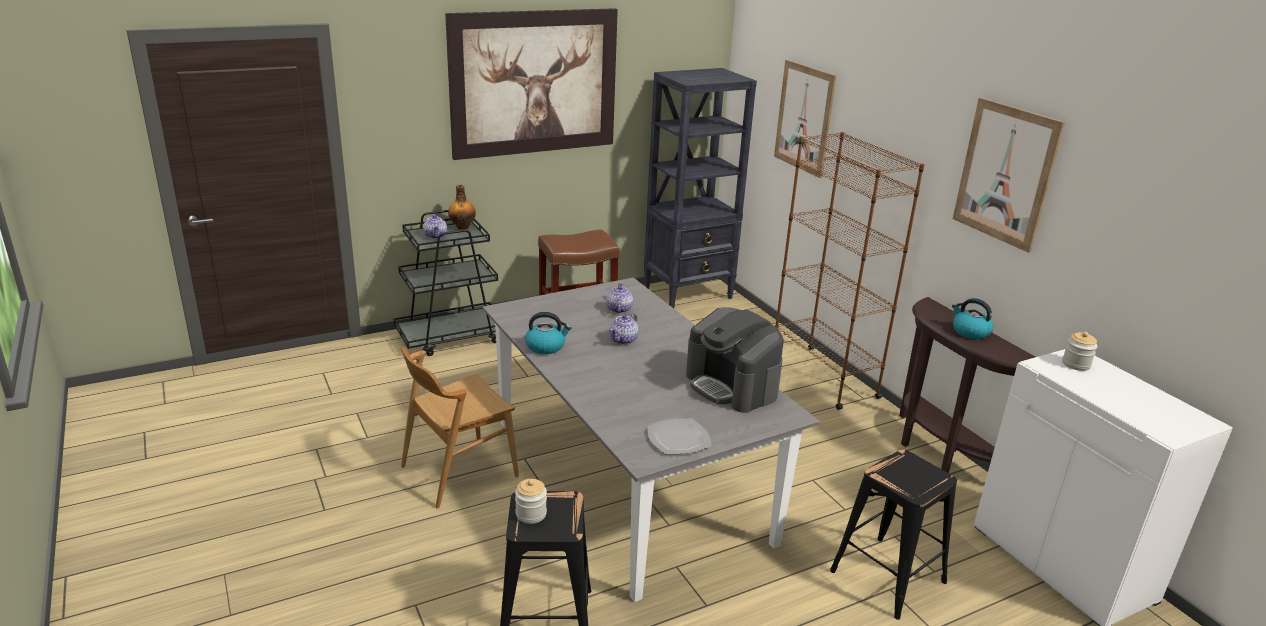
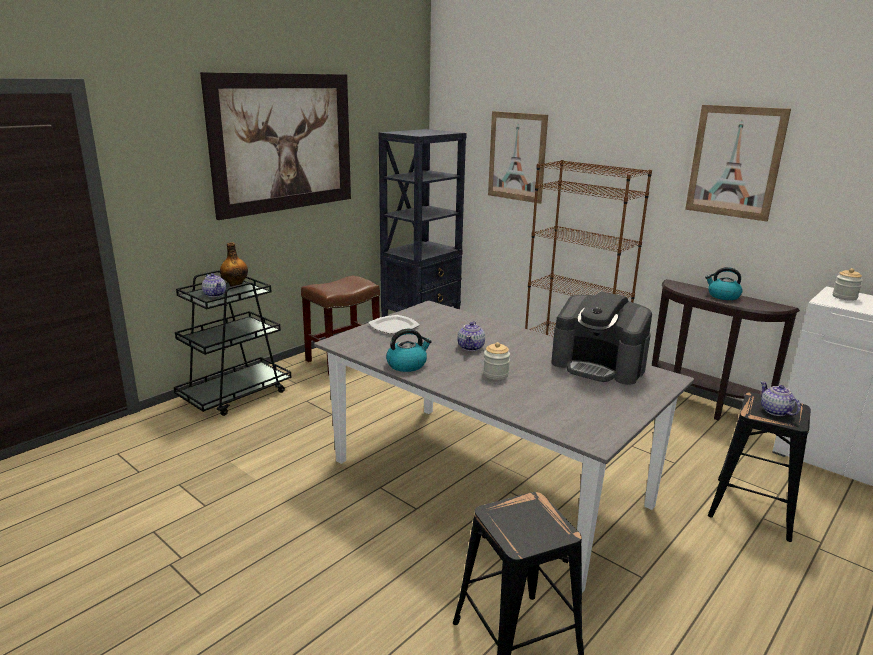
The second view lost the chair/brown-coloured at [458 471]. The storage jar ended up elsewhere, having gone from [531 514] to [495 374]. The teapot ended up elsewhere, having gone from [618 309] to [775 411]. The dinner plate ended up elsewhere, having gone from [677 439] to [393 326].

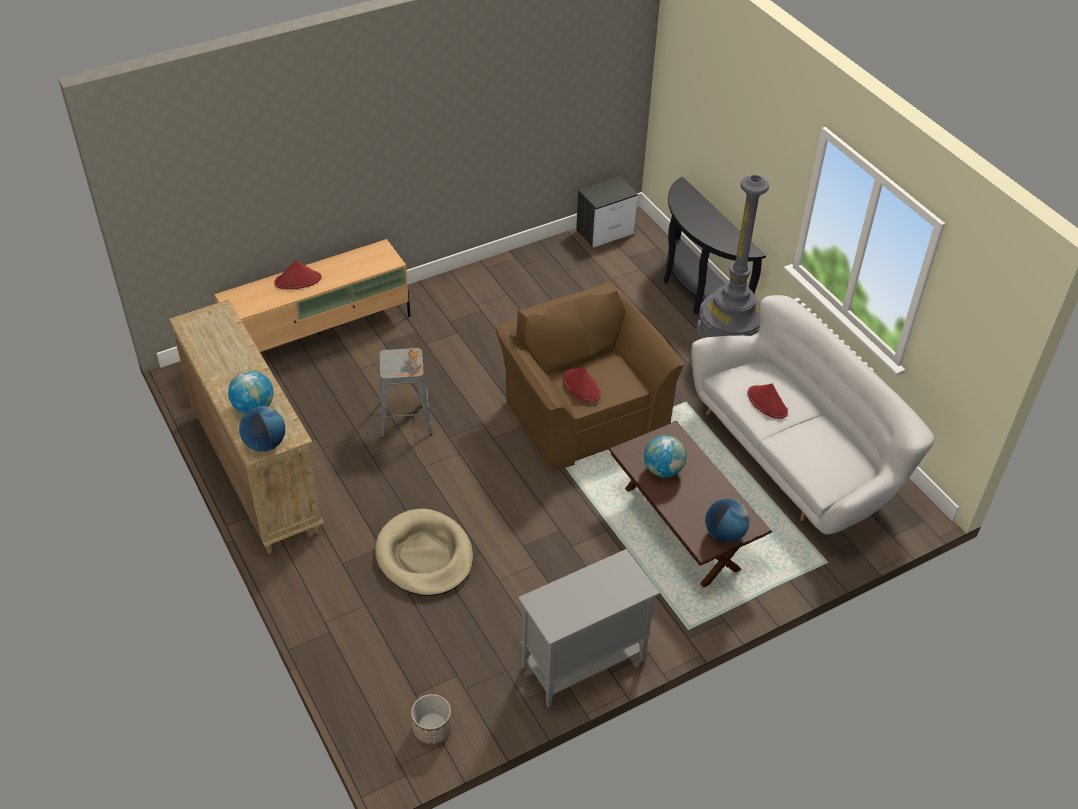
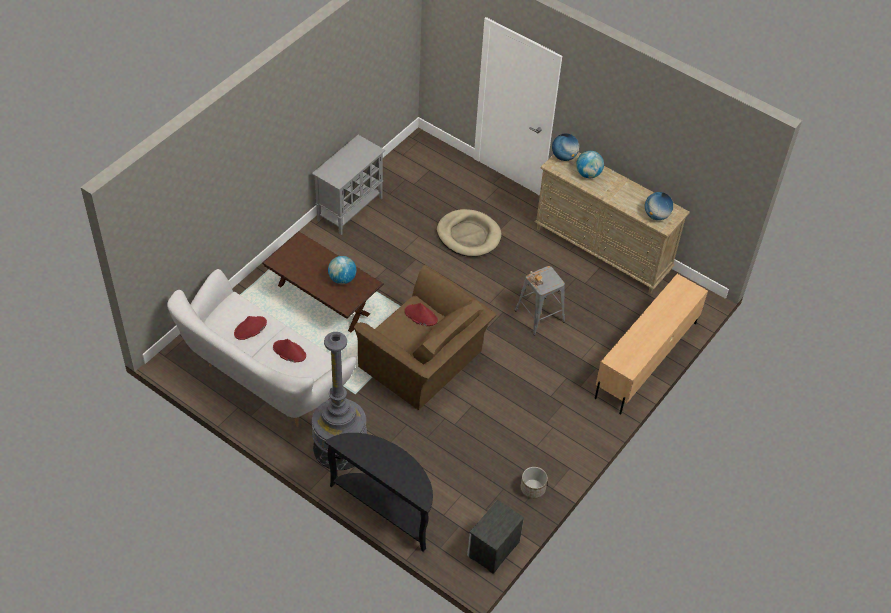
The hat/reddish ended up elsewhere, having gone from [298 280] to [250 328]. The flower pot ended up elsewhere, having gone from [432 728] to [532 488]. The globe ended up elsewhere, having gone from [724 534] to [656 215].

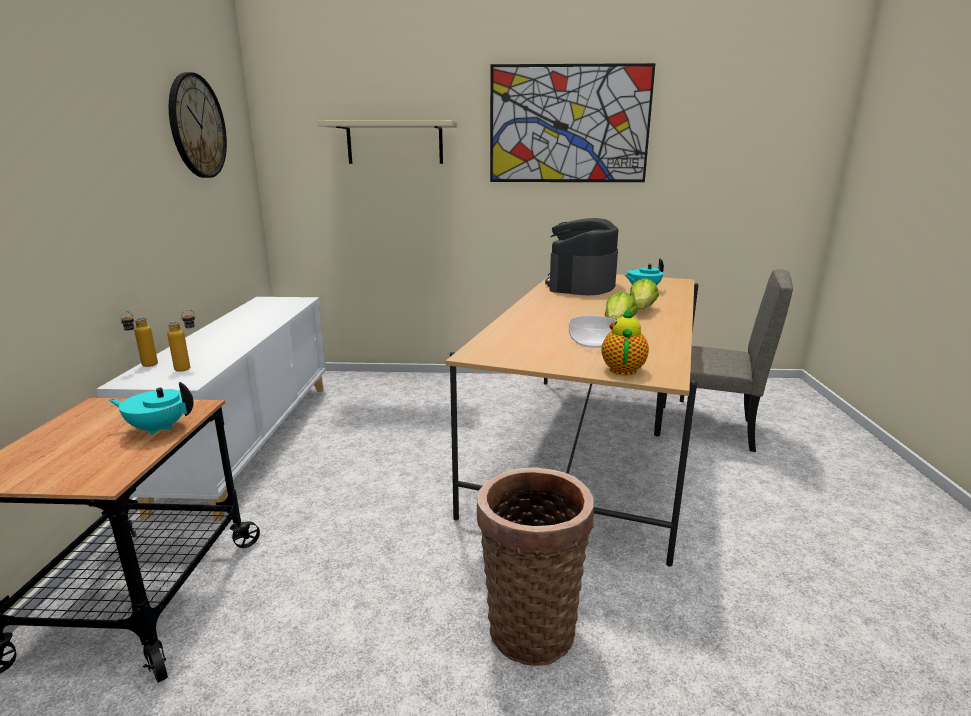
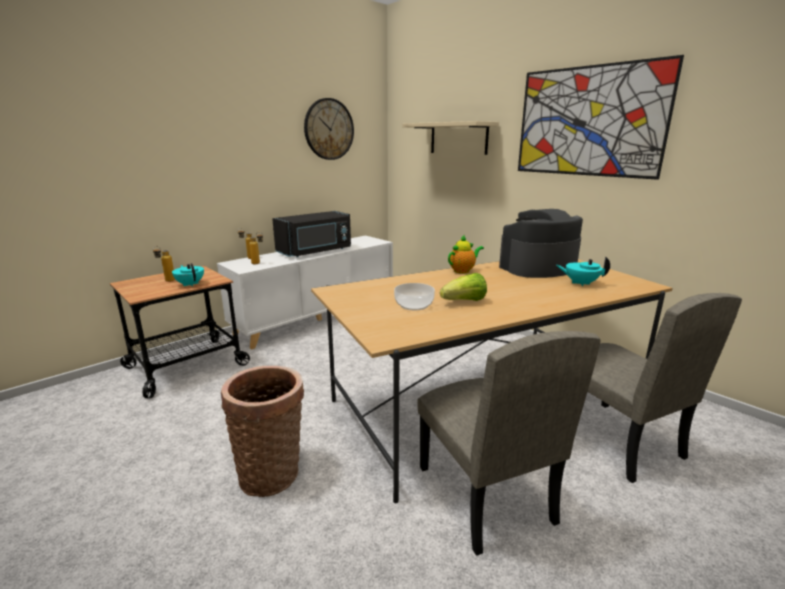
The teapot ended up elsewhere, having gone from [623 369] to [463 271]. The second view lost the lettuce at [641 310]. The second view gained the beverage bottle at [167 281]. The second view gained the microwave/black at [316 251]. The second view gained the chair/beige at [483 494].

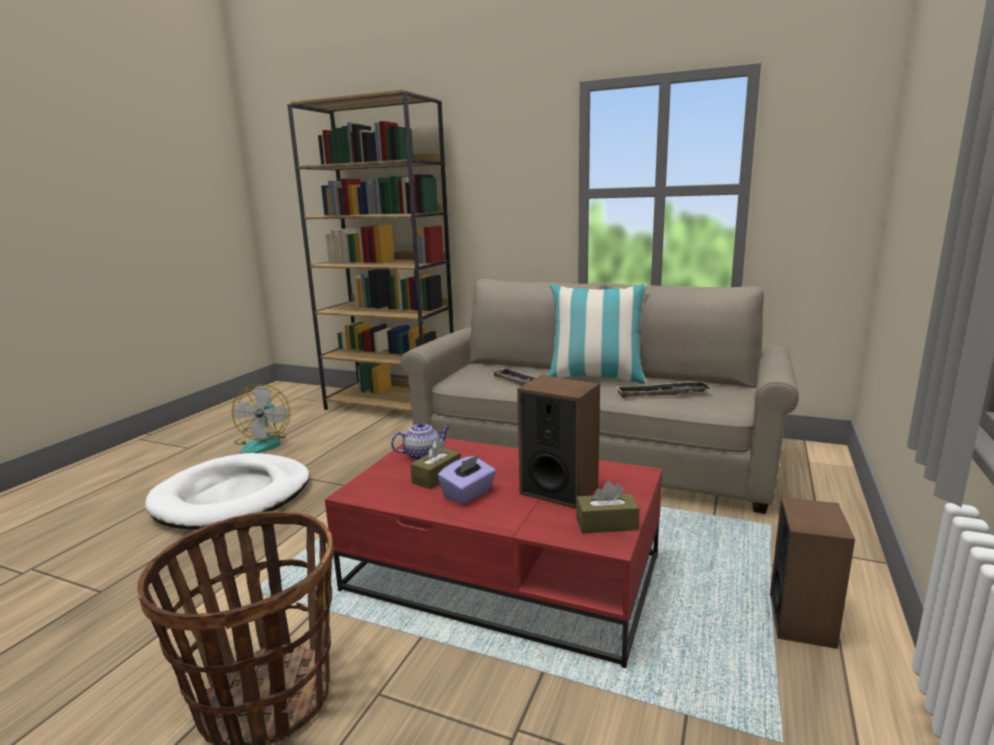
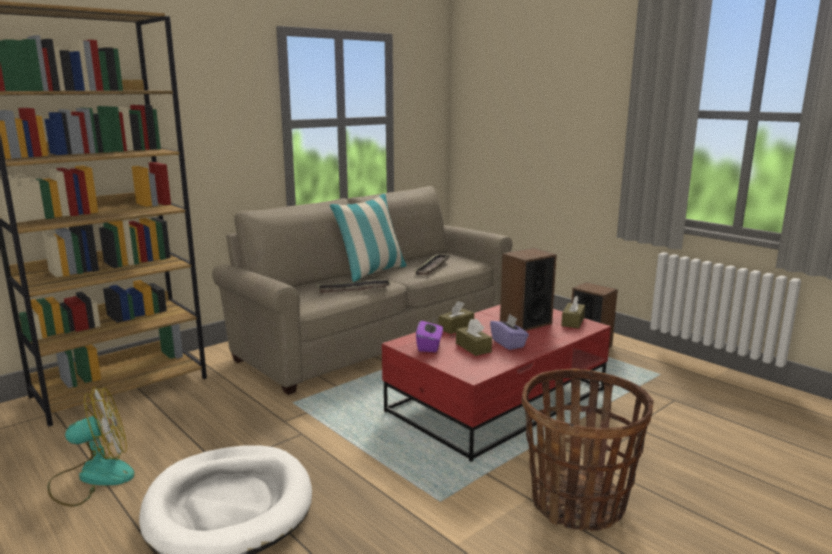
The fan at [264 443] ended up facing another way, 45 degrees counterclockwise from before. Where the teapot stood at [423 455], the tissue holder/purple came to stand at [429 346]. The second view gained the tissue holder/brown-coloured at [456 327].

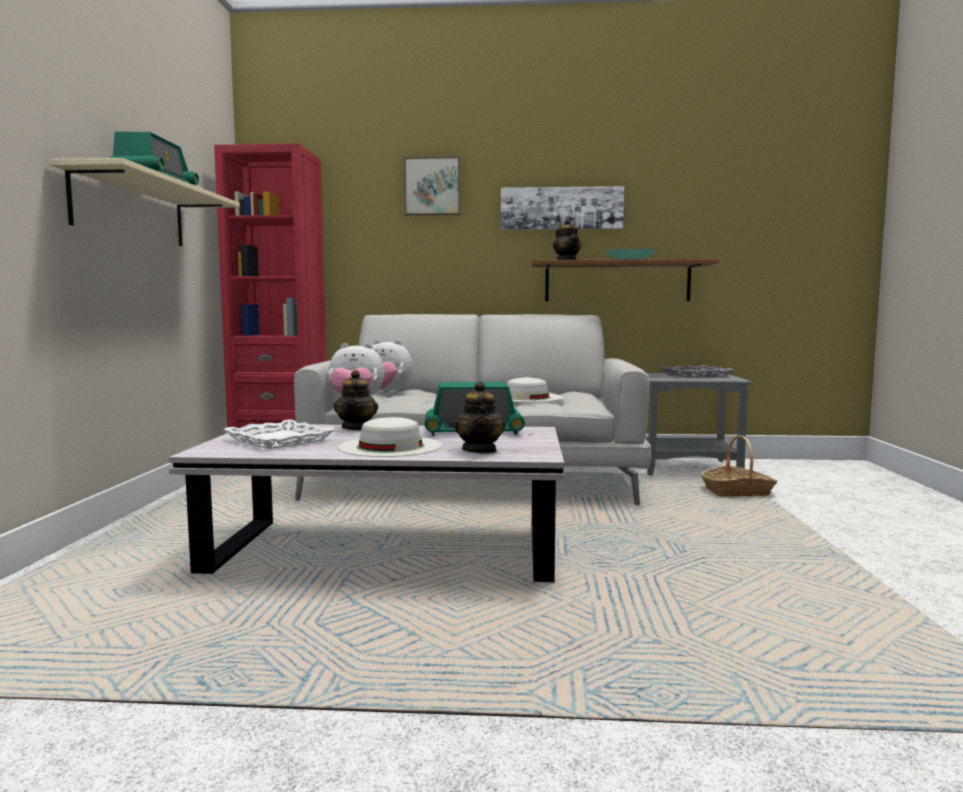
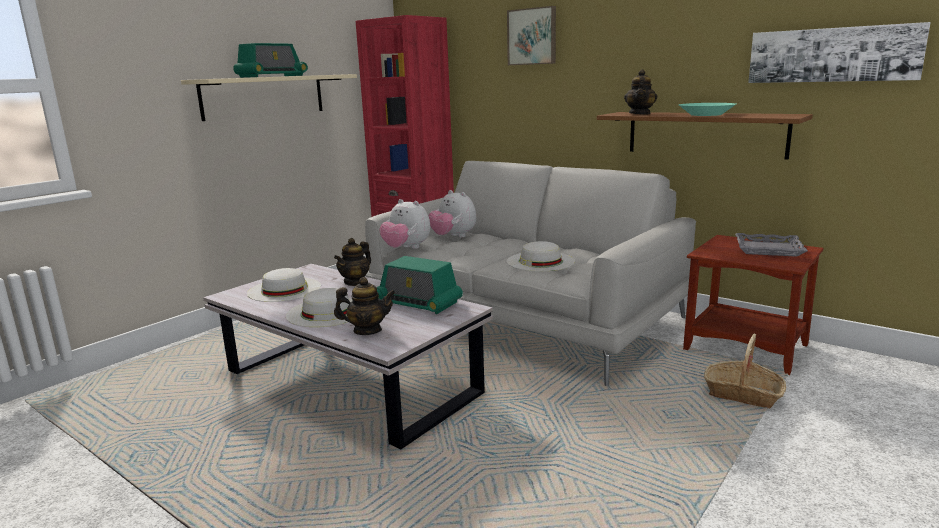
Where the tray/white stood at [278 440], the hat/white came to stand at [284 289]. The teapot at [480 450] ended up facing another way, 120 degrees counterclockwise from before. The picture ended up elsewhere, having gone from [561 208] to [832 55]. What was the side table/gray at [686 467] turned into the side table/brown-coloured at [746 347].

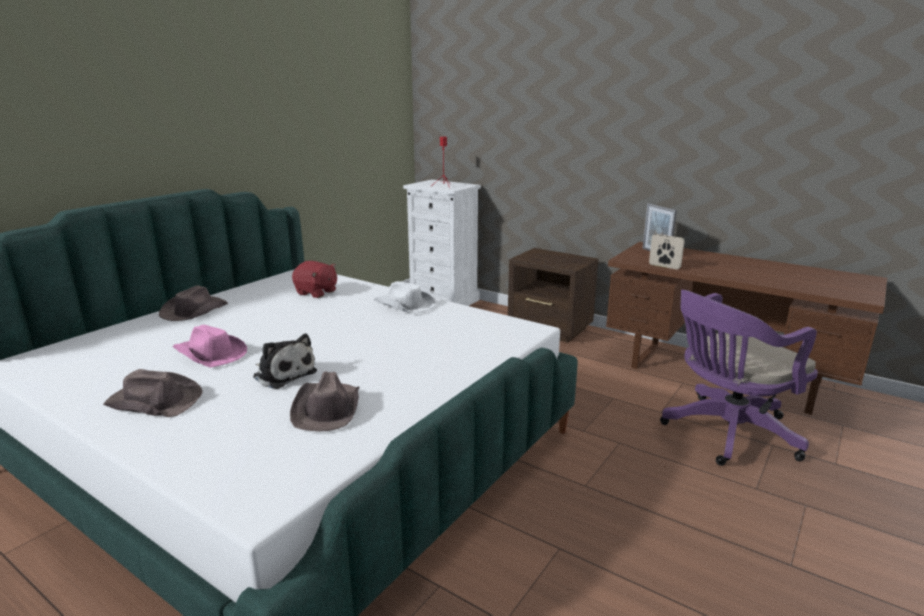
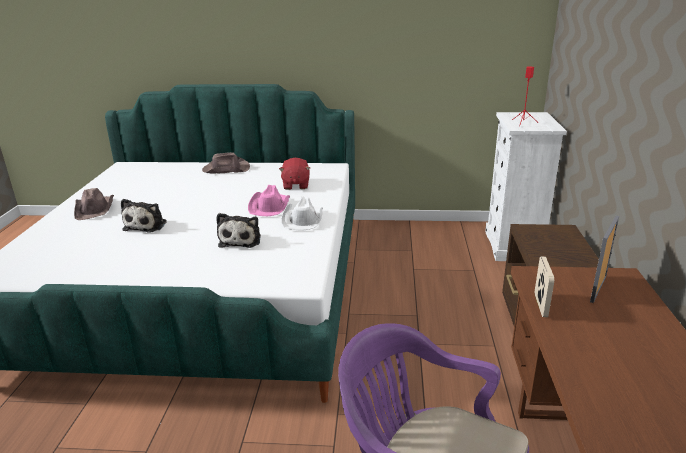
The hat/pinkish ended up elsewhere, having gone from [210 354] to [270 206]. The second view lost the hat/brown-coloured at [327 409]. The second view gained the plush toy at [241 240].

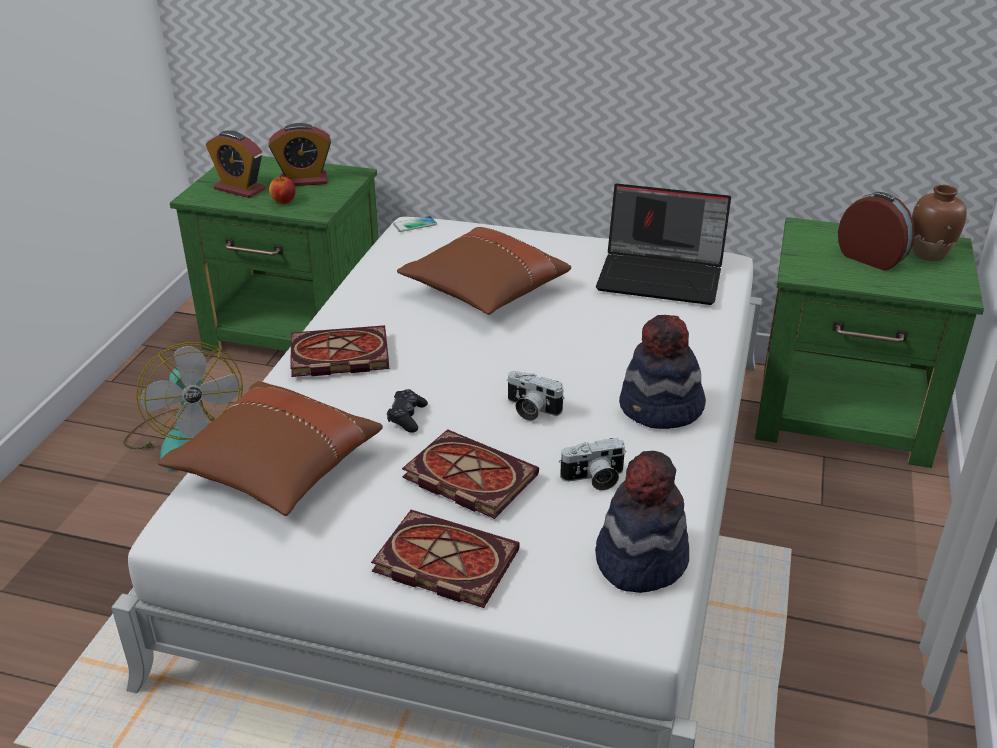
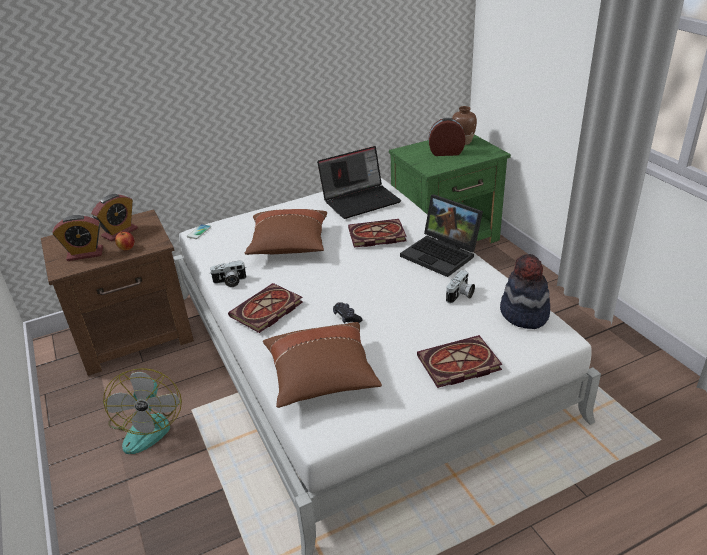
The fan at [185 437] ended up facing another way, 60 degrees clockwise from before. What was the night table/green at [296 331] turned into the night table/brown-coloured at [136 335]. The bound book ended up elsewhere, having gone from [466 477] to [375 236]. The photo camera ended up elsewhere, having gone from [530 409] to [230 282]. Where the hat stood at [660 409], the notebook computer came to stand at [442 254].

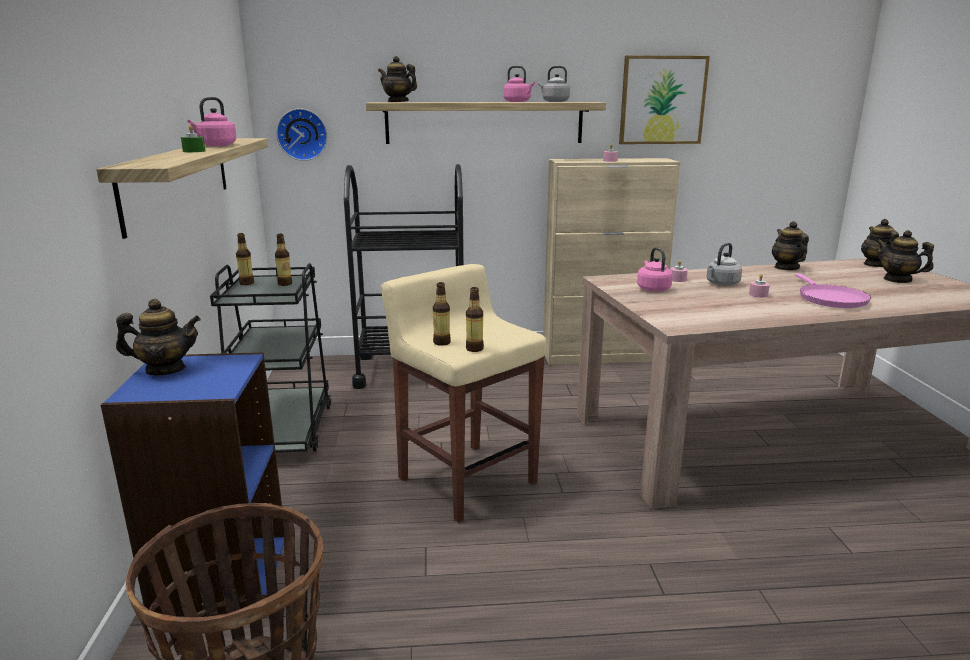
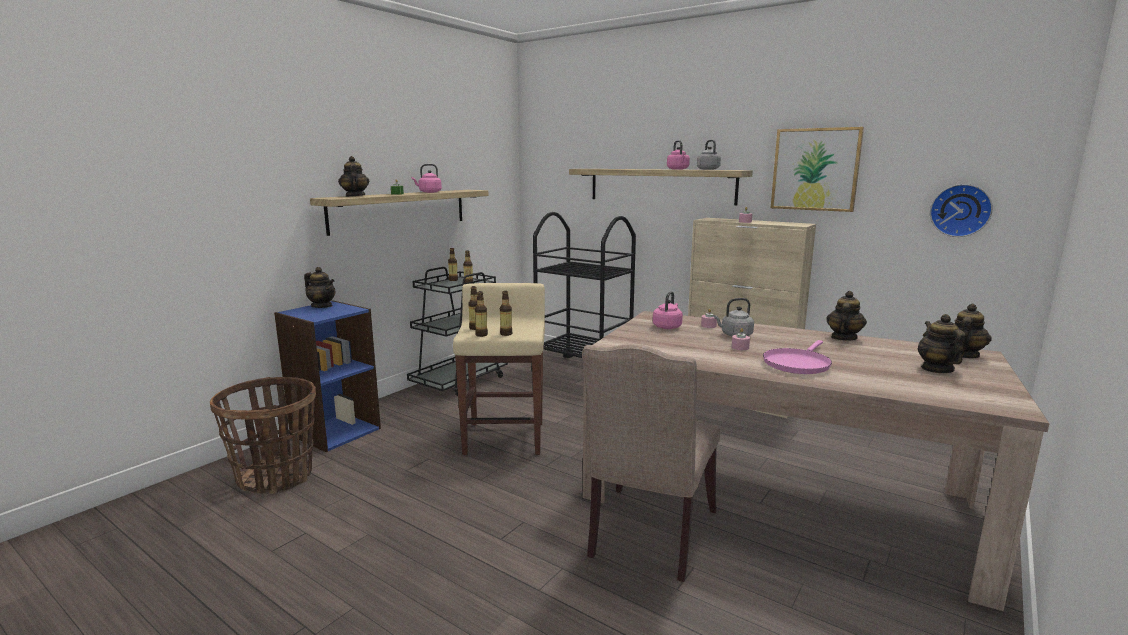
The clock on the wall ended up elsewhere, having gone from [302 134] to [960 210]. The teapot ended up elsewhere, having gone from [398 102] to [355 196]. The second view gained the beverage bottle at [506 334]. The second view gained the chair/beige at [649 536].

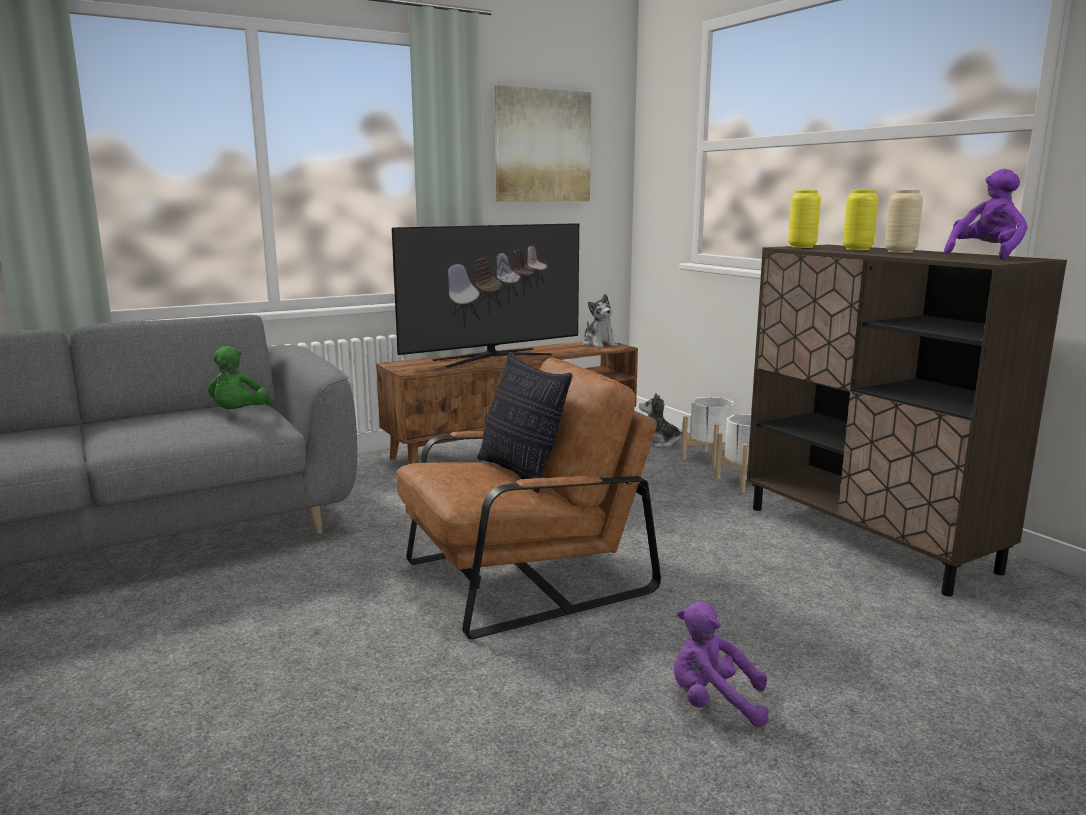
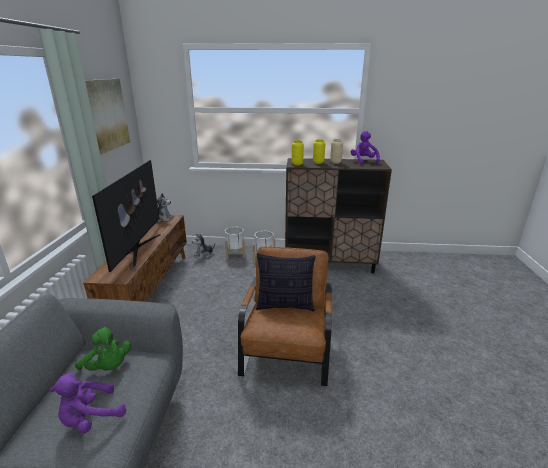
The plush toy/purple ended up elsewhere, having gone from [713 703] to [91 418].

